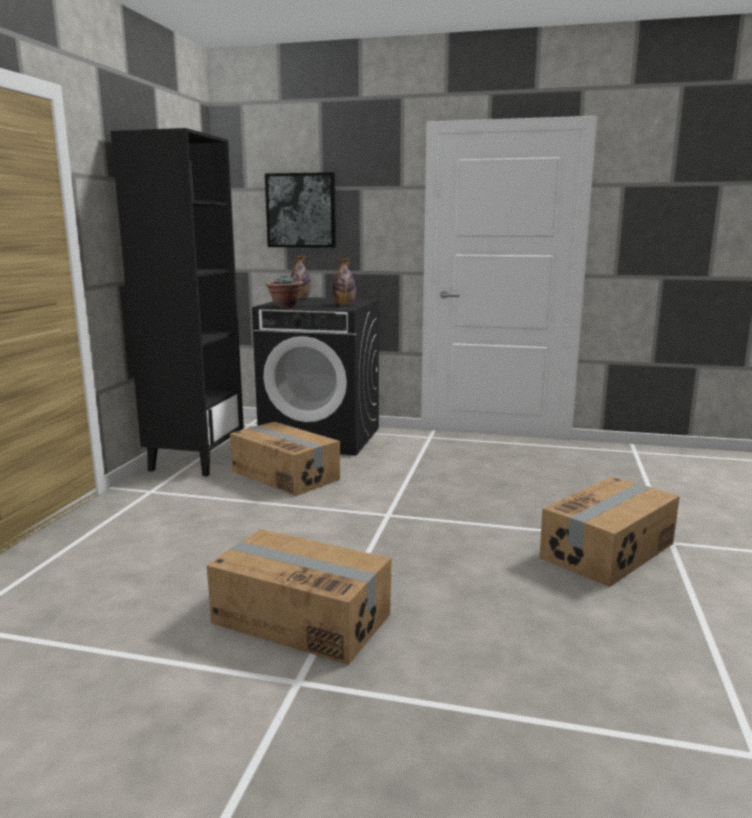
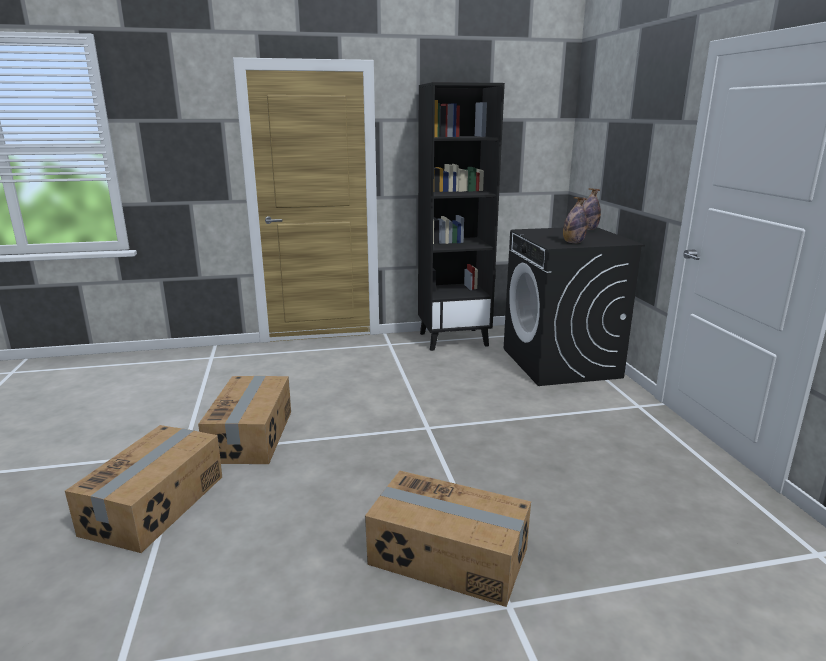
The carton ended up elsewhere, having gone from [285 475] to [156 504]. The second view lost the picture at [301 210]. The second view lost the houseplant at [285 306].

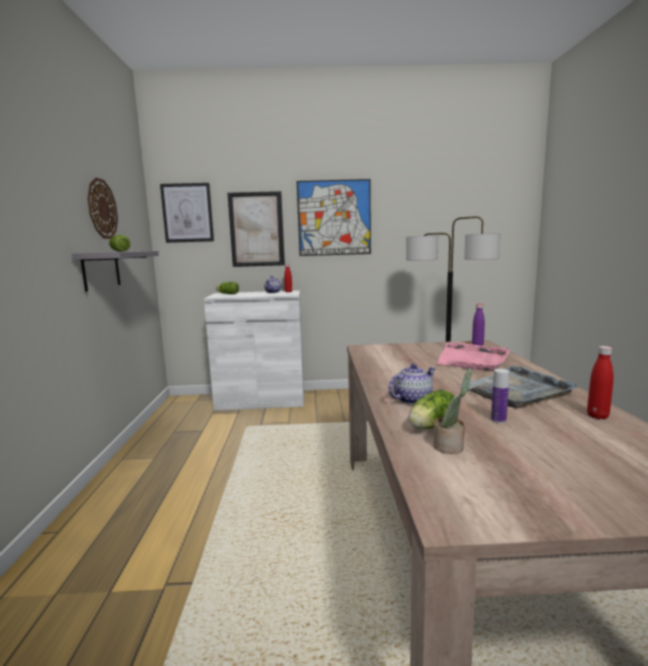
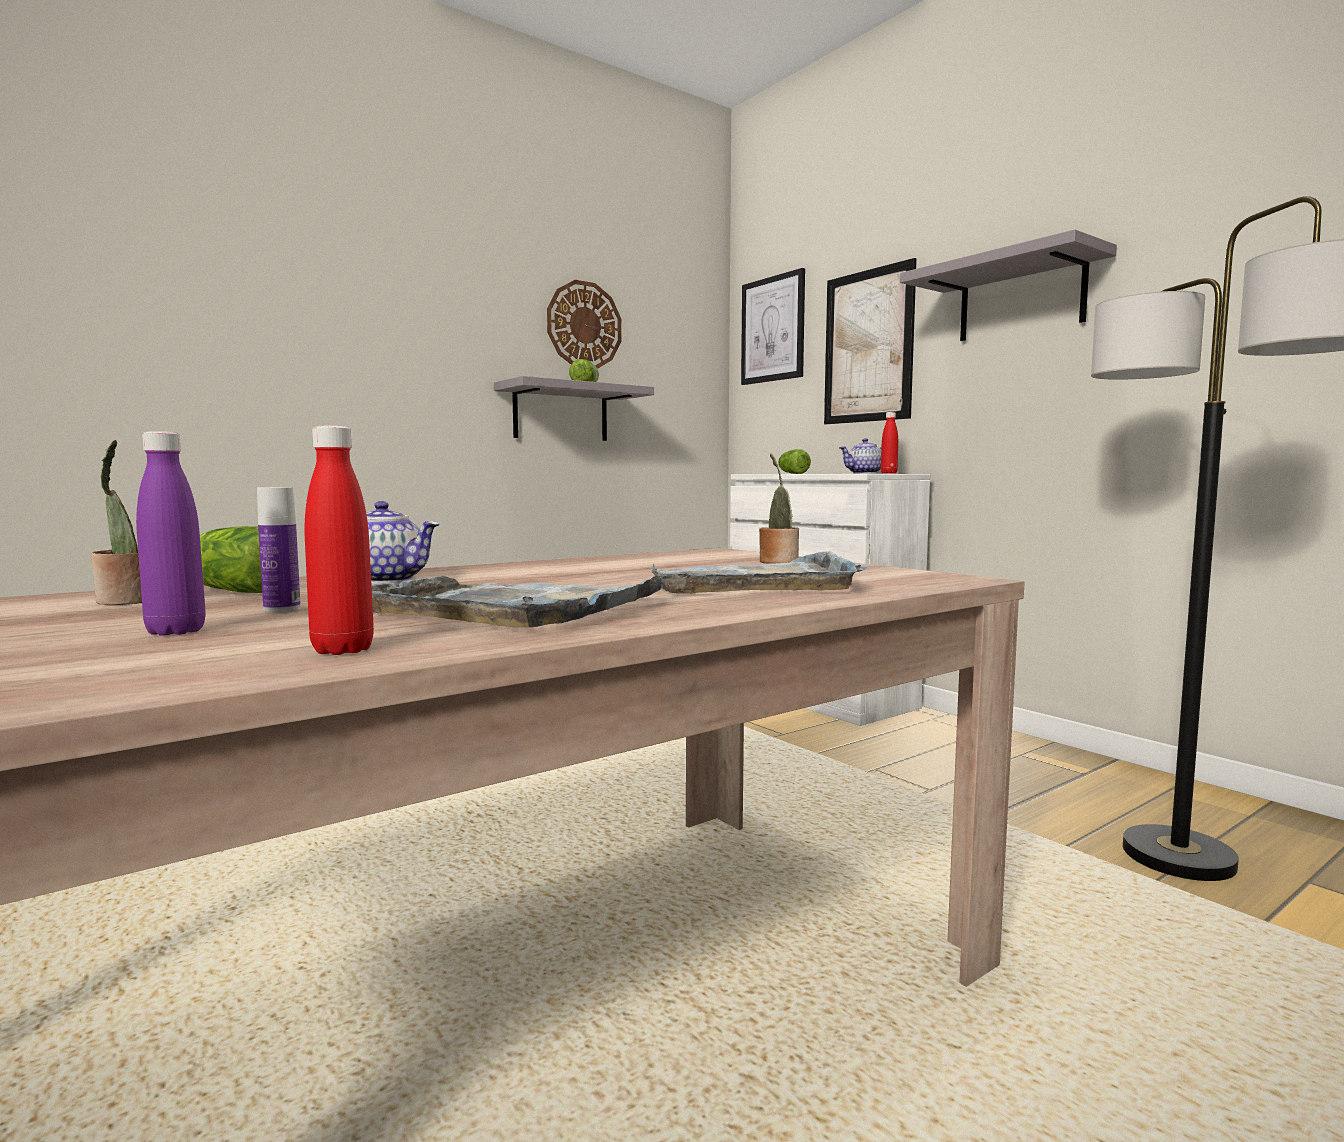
Where the picture hung at [334 218], the shelf/gray came to hang at [1021 299]. What was the tray/pinkish at [472 360] turned into the tray/gray at [753 582]. The beverage bottle/purple ended up elsewhere, having gone from [477 345] to [176 631]. The second view gained the houseplant at [777 561].

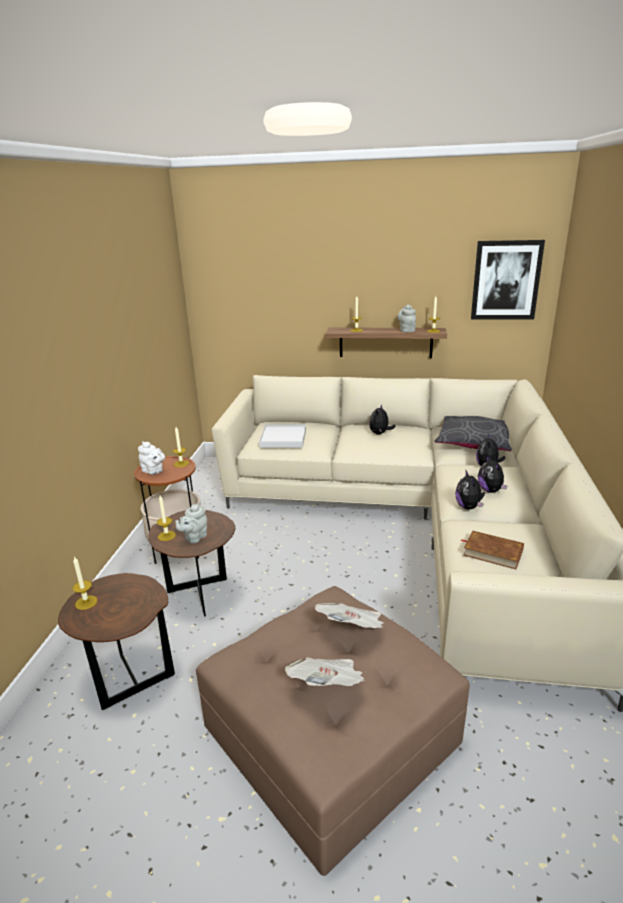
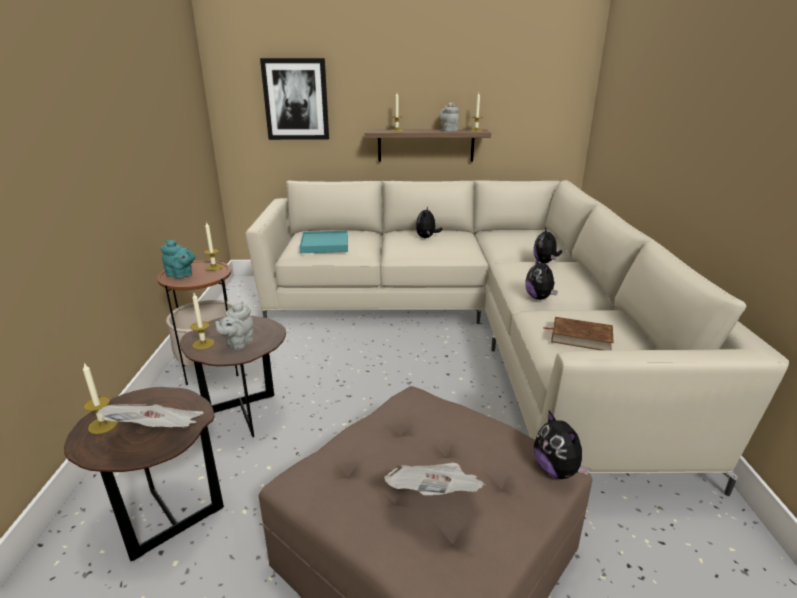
What was the teapot/white at [153 471] turned into the teapot/blue-green at [181 275]. What was the tray/white at [283 438] turned into the tray/blue-green at [325 244]. The daily paper ended up elsewhere, having gone from [352 629] to [160 433]. The second view lost the pillow/gray at [474 441]. The picture ended up elsewhere, having gone from [506 280] to [296 99]. The plush toy ended up elsewhere, having gone from [490 490] to [556 470].

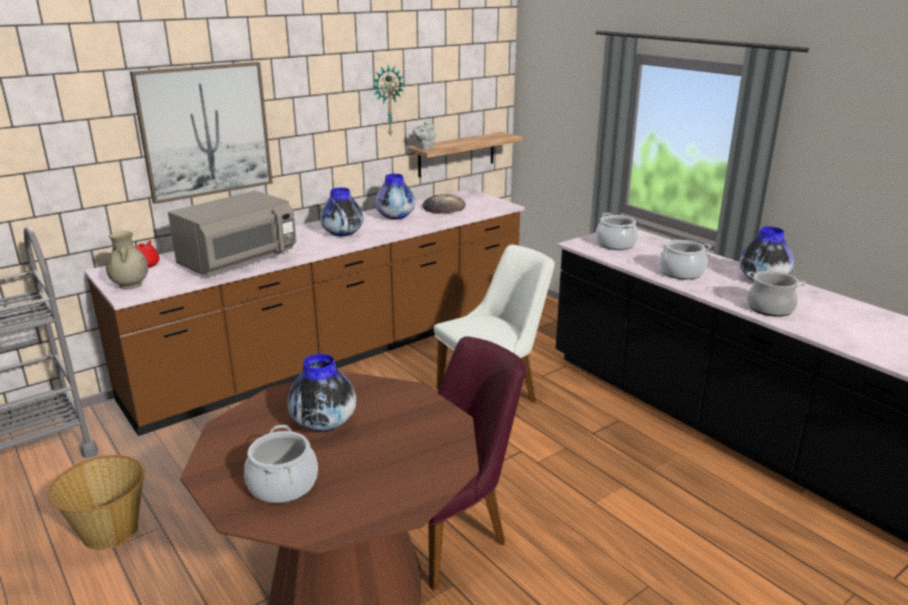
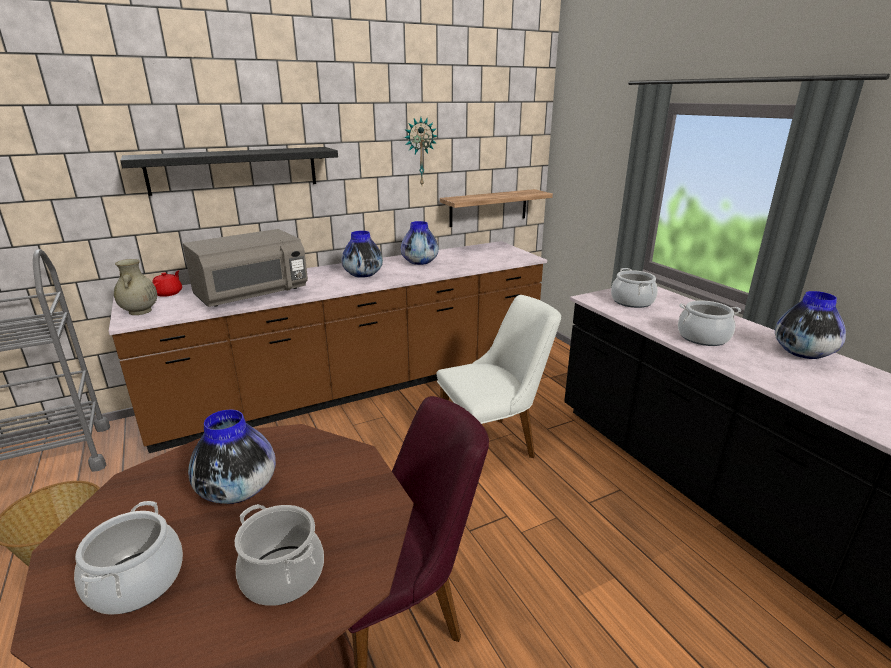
Where the picture hung at [205 131], the shelf/black came to hang at [234 170]. The second view lost the teapot/gray at [425 148]. The second view lost the bread at [443 208]. The saucepot ended up elsewhere, having gone from [770 308] to [283 575].

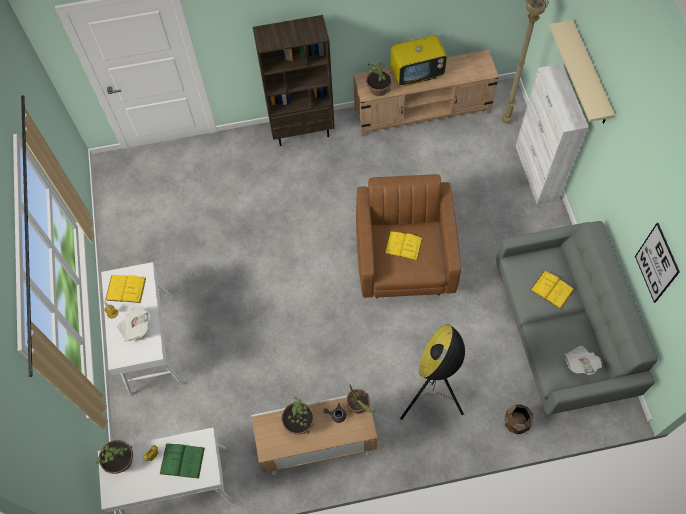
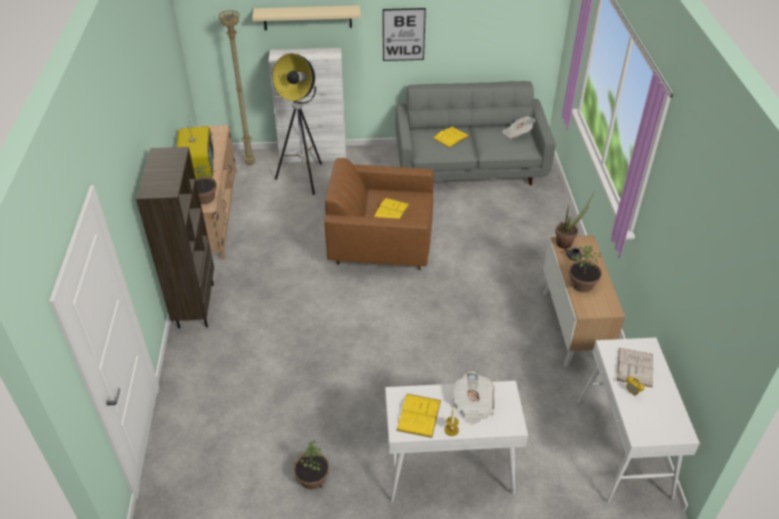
The houseplant ended up elsewhere, having gone from [120 460] to [312 478]. What was the bound book/green at [182 460] turned into the bound book/white at [635 367]. The floor lamp ended up elsewhere, having gone from [430 401] to [304 178]. The second view lost the flower pot/brown-coloured at [516 423]. The picture ended up elsewhere, having gone from [656 263] to [403 34].

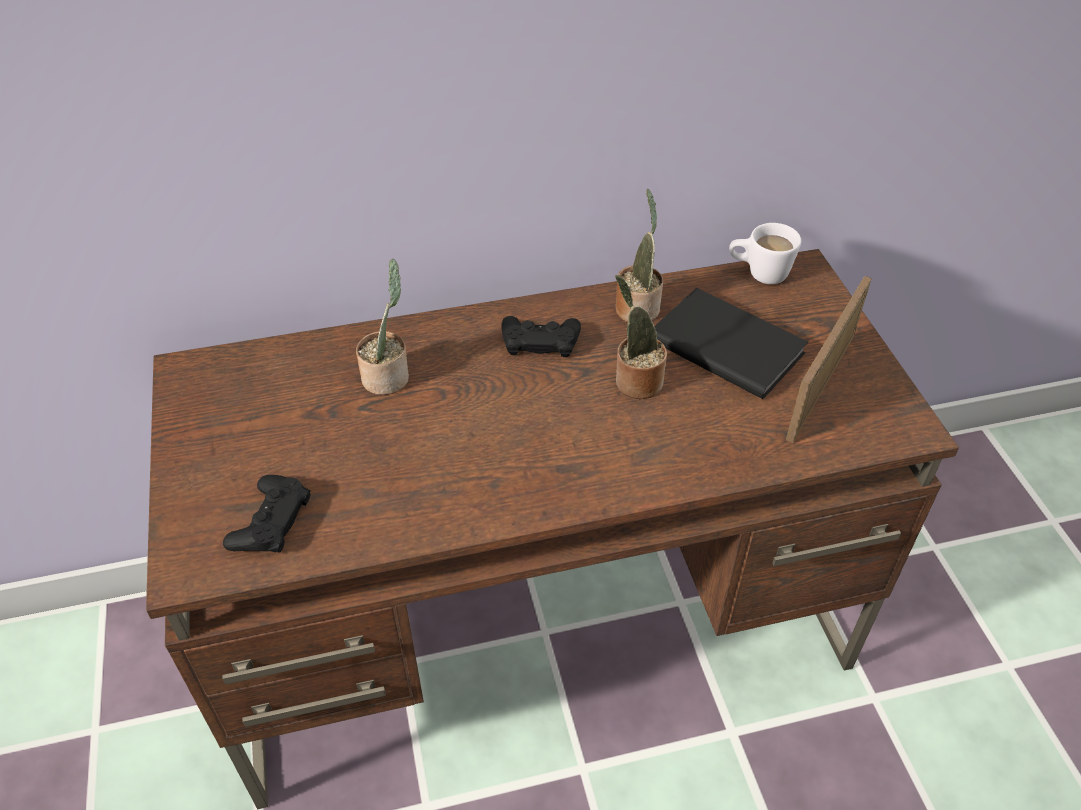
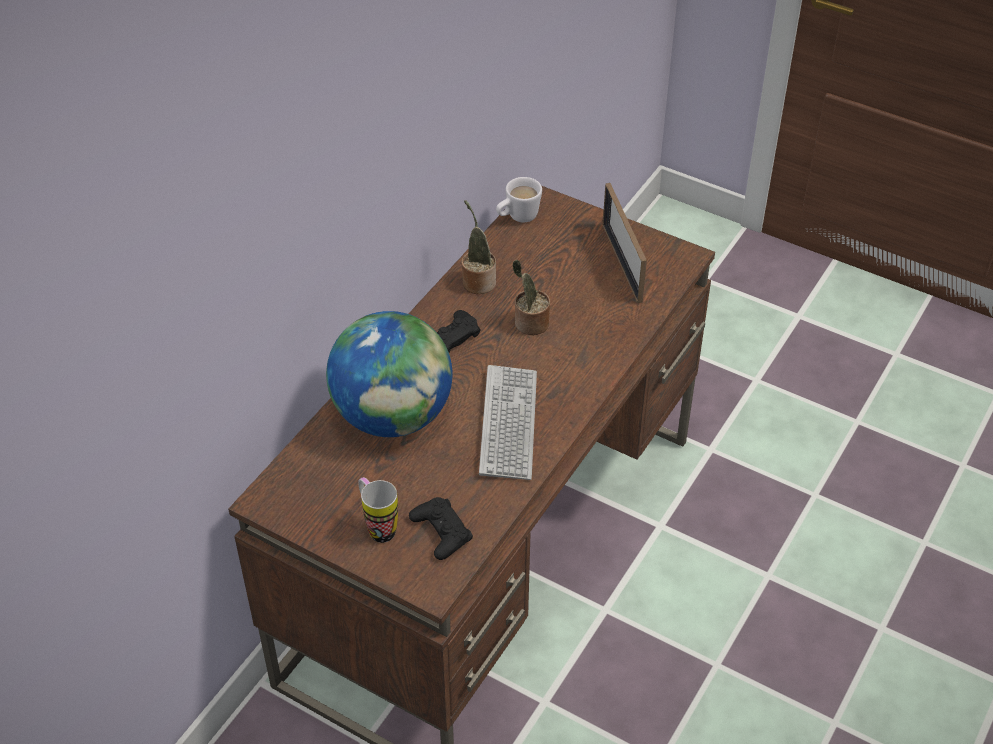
Where the houseplant stood at [388 376], the globe came to stand at [393 416]. The second view lost the bound book/black at [726 344]. The second view gained the coffee mug at [377 526]. The second view gained the computer keyboard at [508 423].

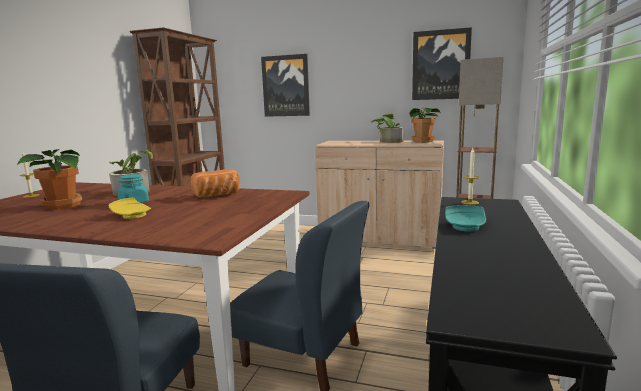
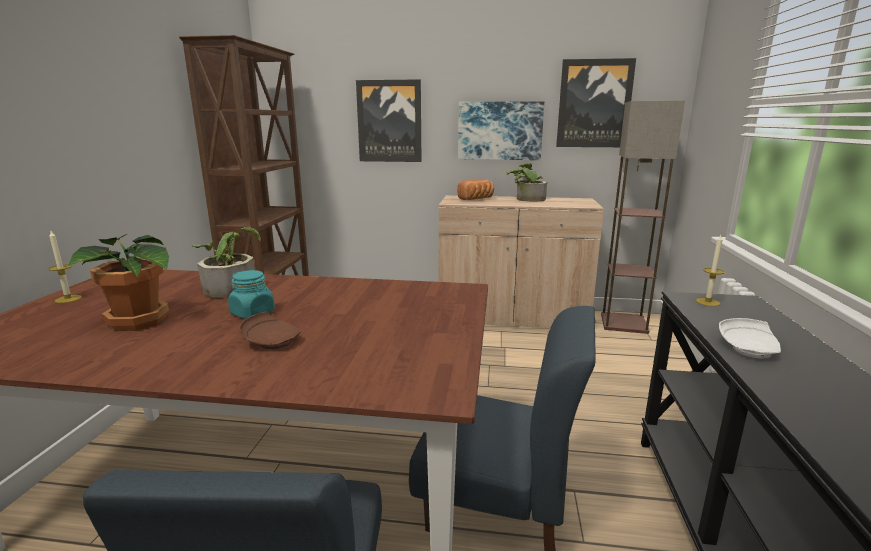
What was the dinner plate/yellow-coloured at [132 215] turned into the dinner plate/brown-coloured at [272 341]. The bread ended up elsewhere, having gone from [218 195] to [477 199]. The second view lost the houseplant at [422 141]. What was the dinner plate/blue-green at [465 226] turned into the dinner plate/white at [749 349]. The second view gained the picture at [500 131].

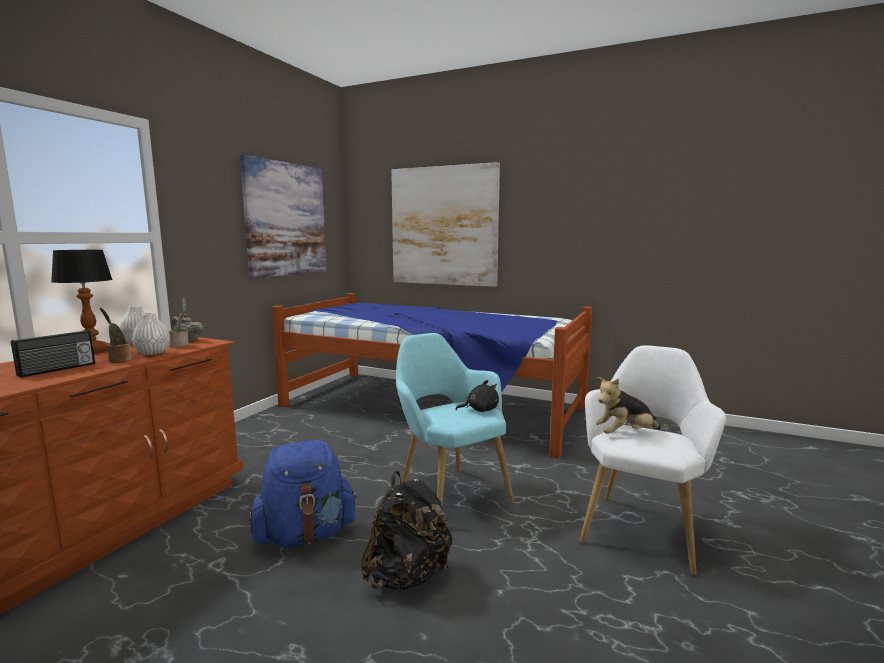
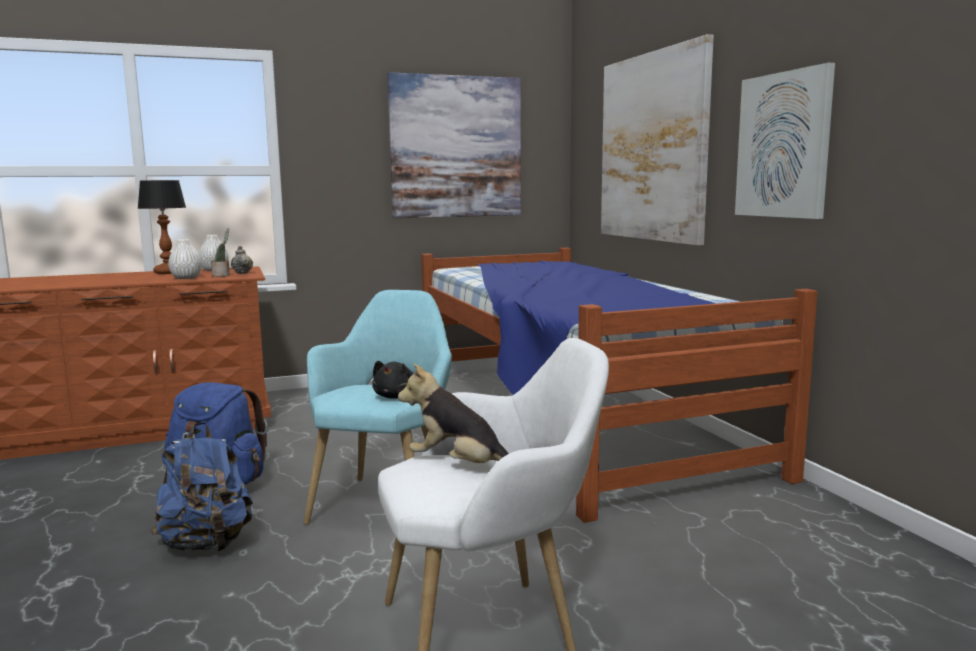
The second view lost the radio receiver at [58 369]. The second view lost the houseplant at [119 360]. What was the knapsack/black at [407 575] turned into the knapsack/blue at [207 544]. The plush toy/black at [480 410] ended up facing another way, 75 degrees clockwise from before. The second view gained the picture at [783 145].

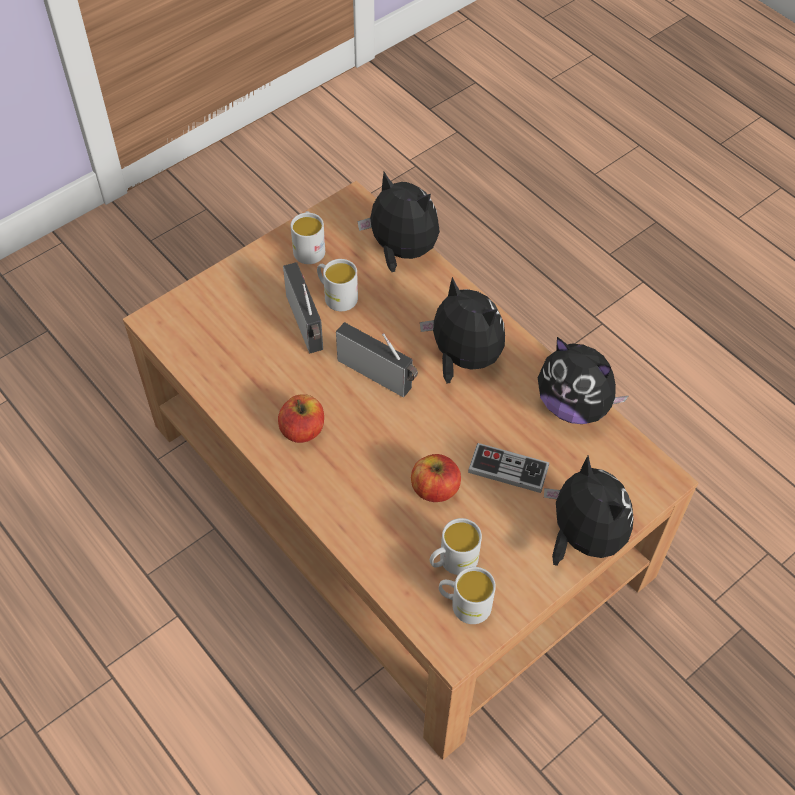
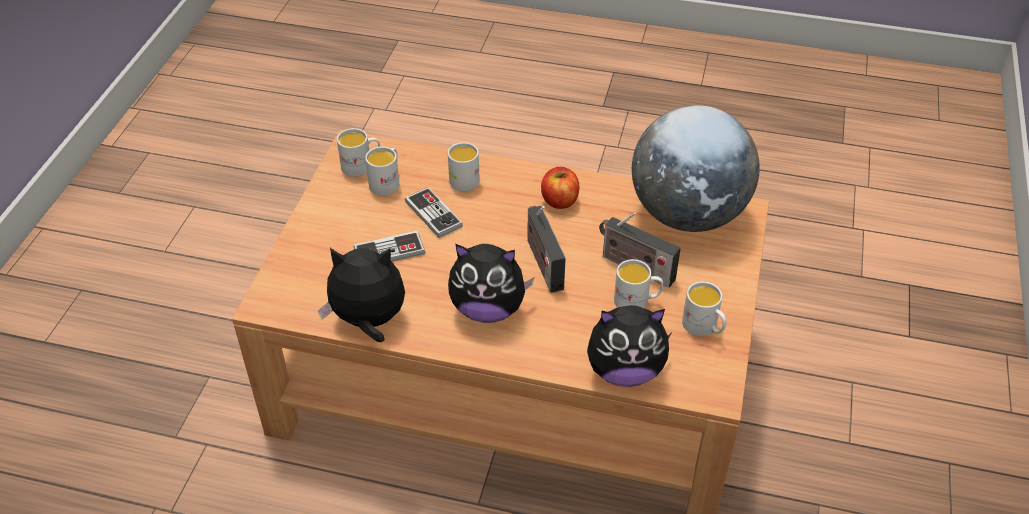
The radio receiver at [378 375] ended up facing another way, 75 degrees clockwise from before. Where the apple stood at [435 488], the joypad came to stand at [433 214]. The second view lost the plush toy at [582 537]. The second view gained the coffee mug/white at [461 178]. The second view gained the globe at [688 214].

